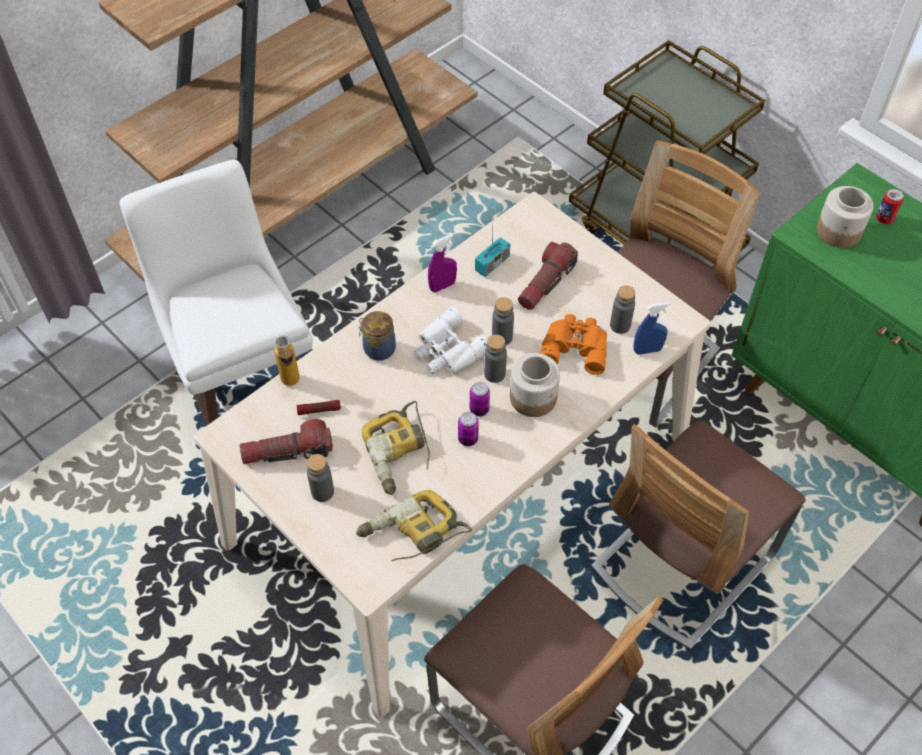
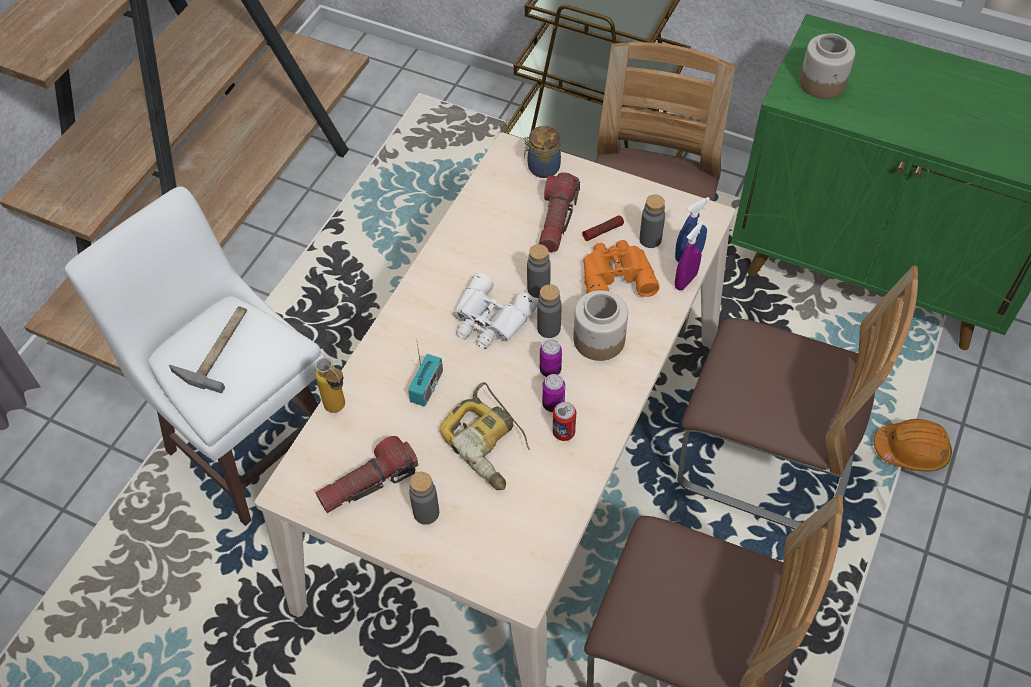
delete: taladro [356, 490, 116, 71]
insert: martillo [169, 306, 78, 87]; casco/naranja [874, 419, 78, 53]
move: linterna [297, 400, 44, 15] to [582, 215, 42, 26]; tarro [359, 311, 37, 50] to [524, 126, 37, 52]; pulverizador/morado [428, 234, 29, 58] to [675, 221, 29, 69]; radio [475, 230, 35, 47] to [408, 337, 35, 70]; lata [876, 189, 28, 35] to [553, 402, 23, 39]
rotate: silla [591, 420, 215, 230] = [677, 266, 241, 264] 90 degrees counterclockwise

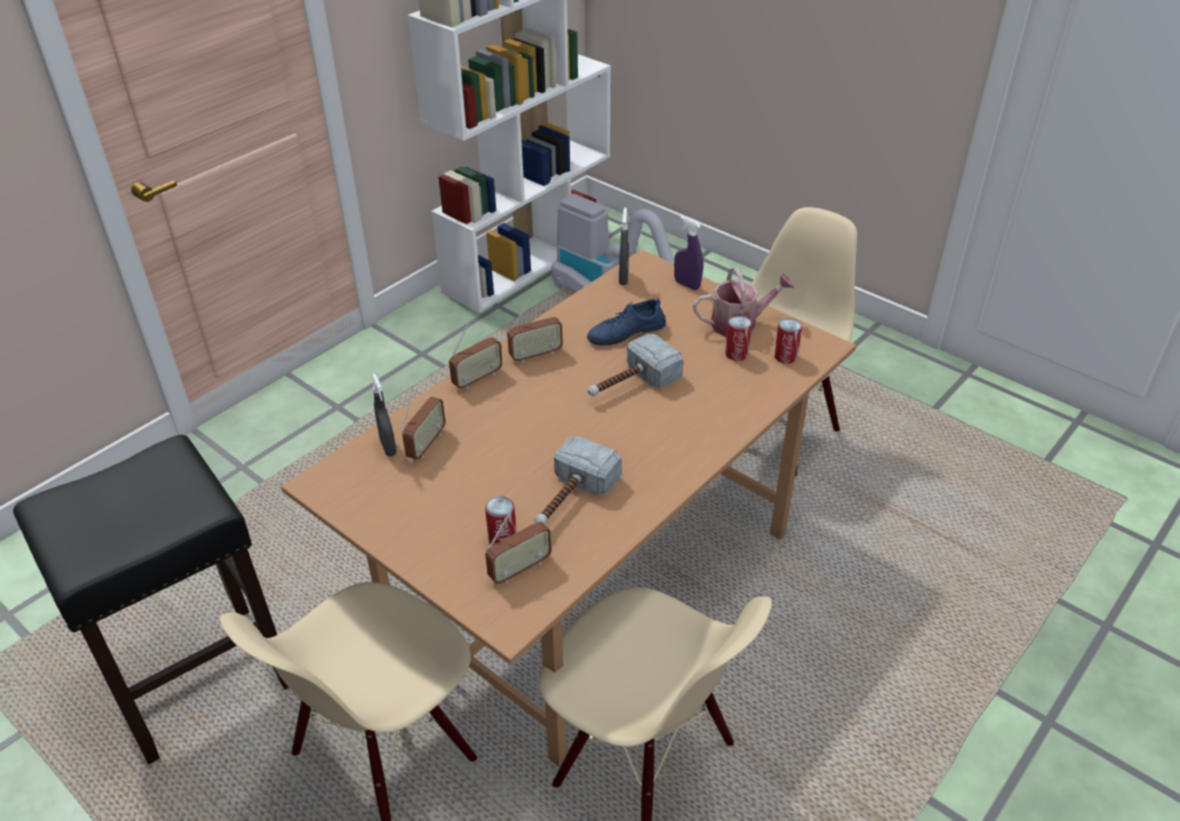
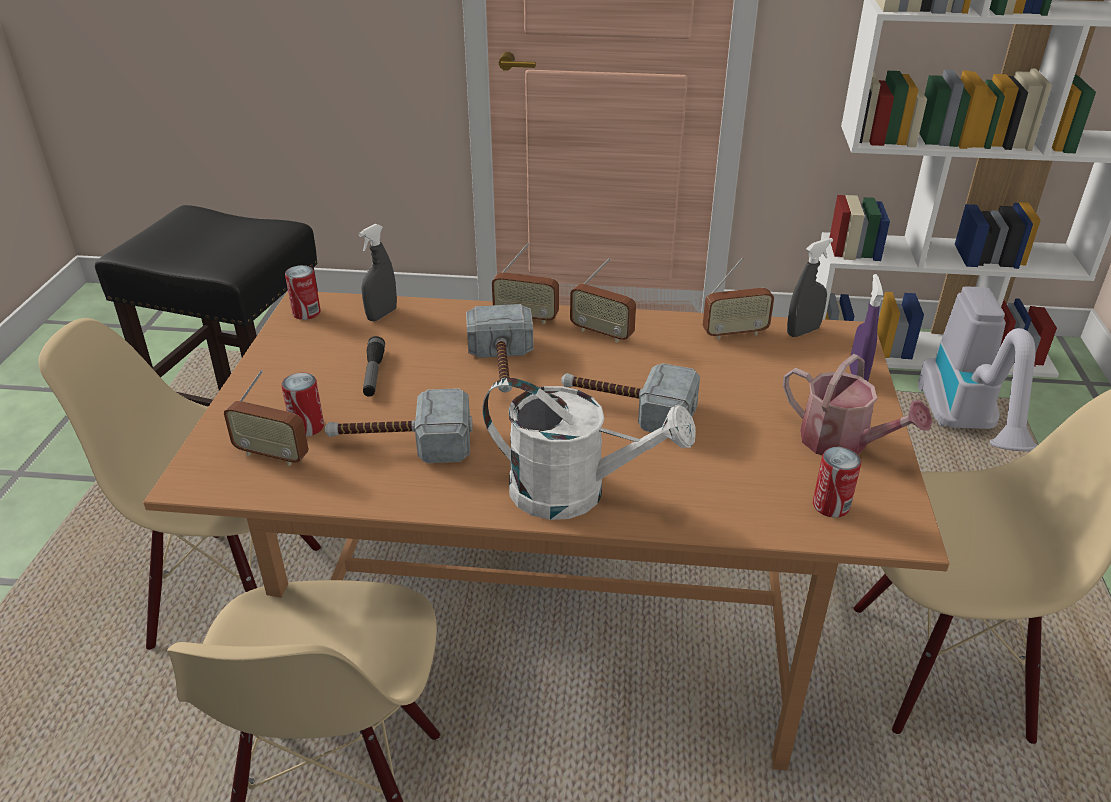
delete: zapato/azul [587, 298, 79, 47]
insert: linterna [363, 336, 22, 61]; martillo [466, 304, 68, 88]; regadera/blanco [482, 378, 214, 142]
move: radio [401, 386, 44, 74] to [703, 257, 71, 83]; lata [725, 316, 27, 45] to [285, 265, 36, 55]

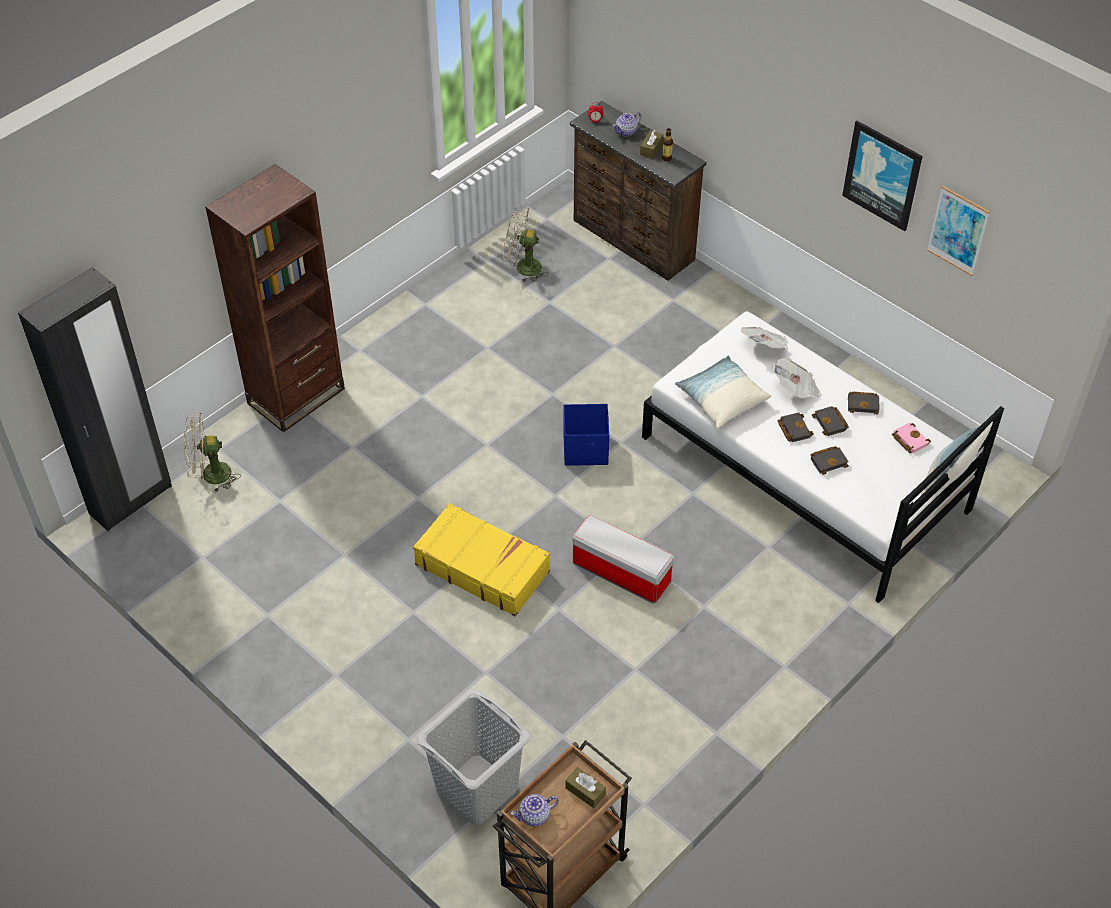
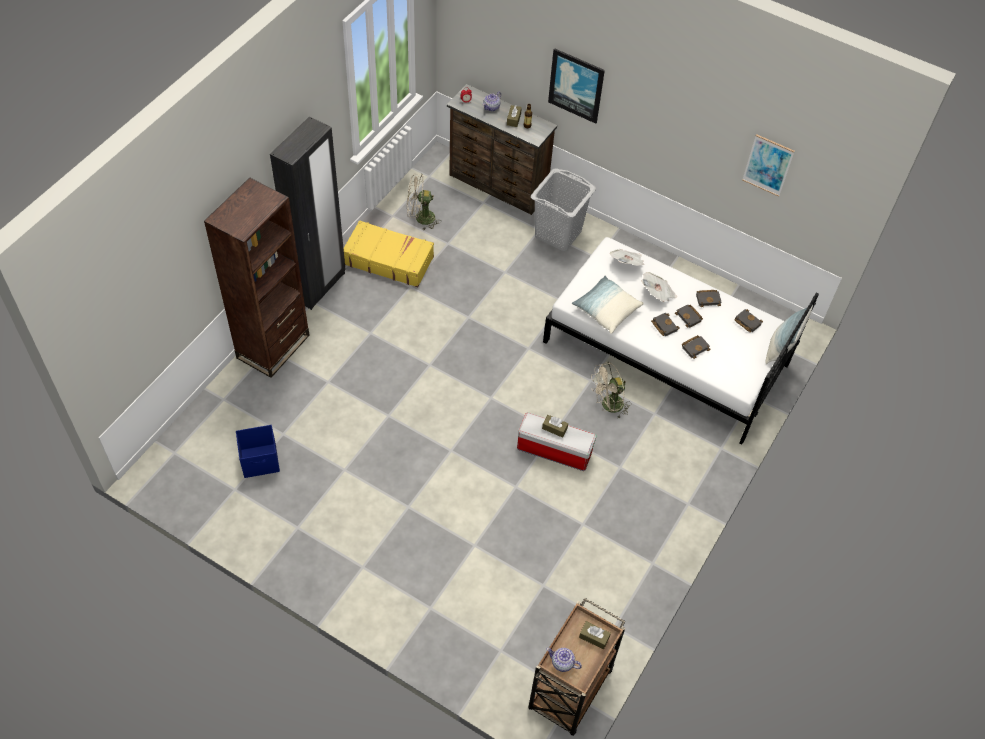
insert: caja de pañuelos/marrón [542, 415, 26, 23]
move: armario ropero/negro [18, 267, 154, 264] to [270, 116, 76, 194]; ventilador/beis [184, 413, 57, 80] to [591, 362, 40, 56]; maleta/amarillo [413, 503, 137, 113] to [344, 220, 90, 67]; cesto de la ropa/gris [416, 689, 115, 136] to [531, 168, 65, 83]; caja de almacenaje/azul [563, 404, 46, 62] to [236, 425, 44, 53]; cuadro [842, 121, 81, 110] to [548, 48, 57, 76]
recolor: libro/rosa [892, 422, 39, 31] to libro/negro [734, 309, 29, 23]
rotate: tetera [510, 794, 49, 33] = [547, 648, 35, 24] 60 degrees clockwise

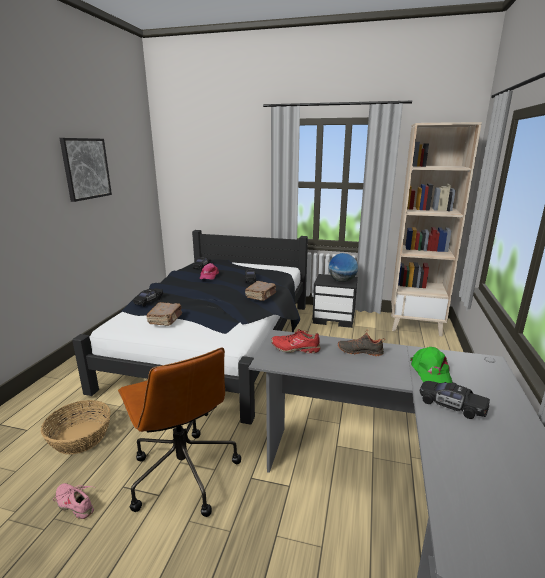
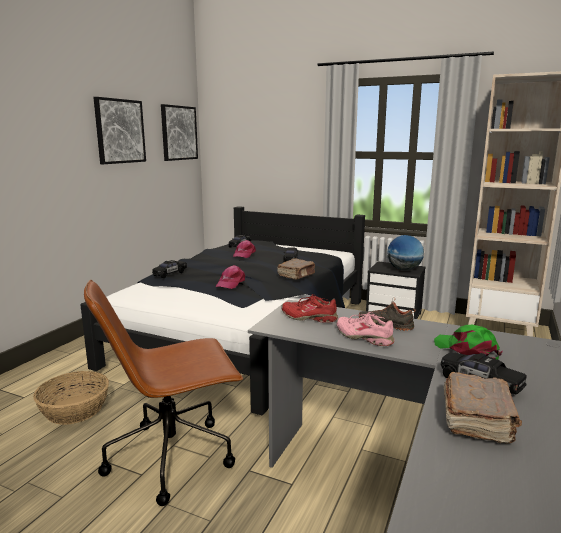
insert: cuadro [161, 104, 37, 57]; gorra/rosa [216, 265, 29, 24]
move: zapato/rosa [53, 483, 43, 36] to [337, 312, 58, 34]; libro/marrón [146, 302, 36, 24] to [443, 372, 79, 72]
rotate: silla de oficina/marrón [118, 348, 123, 169] = [84, 280, 159, 226] 90 degrees clockwise; gorra/verde [410, 347, 42, 36] = [434, 325, 69, 35] 135 degrees clockwise

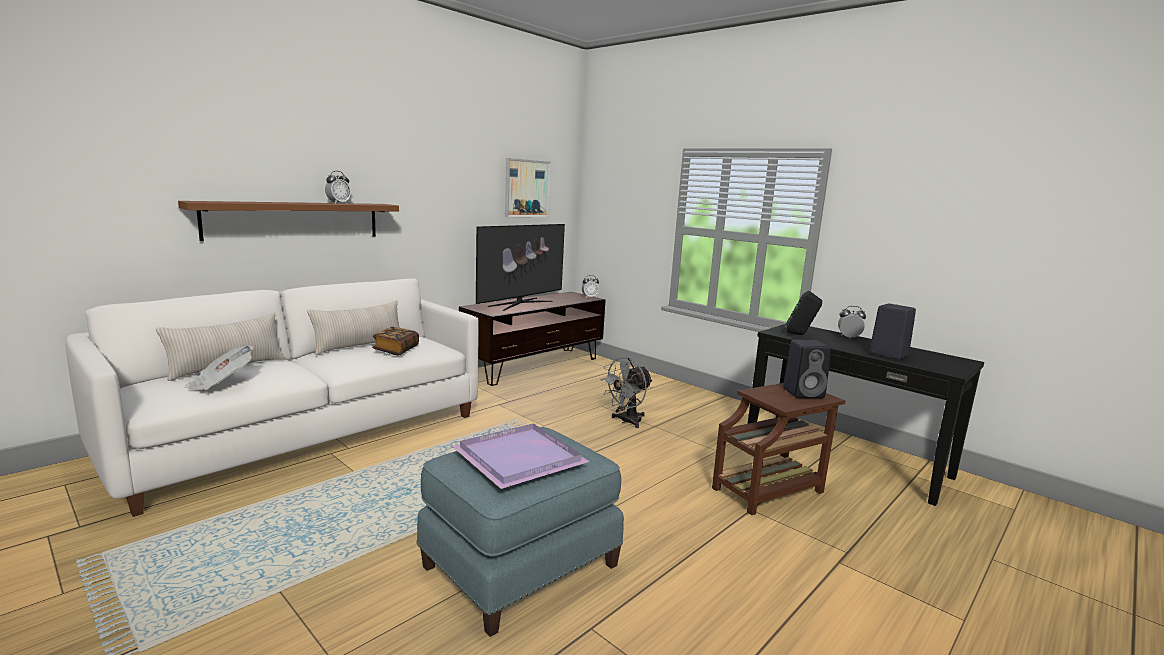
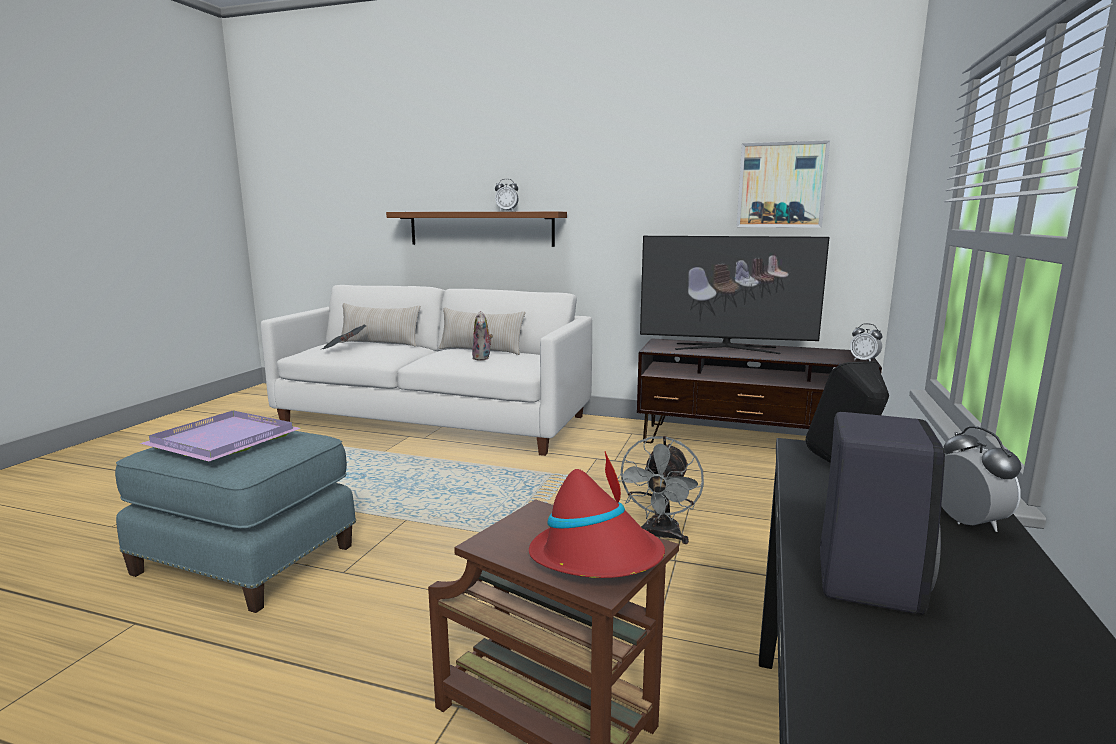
replace: libro [372, 327, 47, 28] to peluche [472, 311, 21, 50]; altavoz/negro [783, 340, 48, 58] to sombrero/rojo [529, 451, 136, 127]
rotate: ventilador/gris [600, 357, 53, 71] = [618, 436, 86, 108] 90 degrees counterclockwise

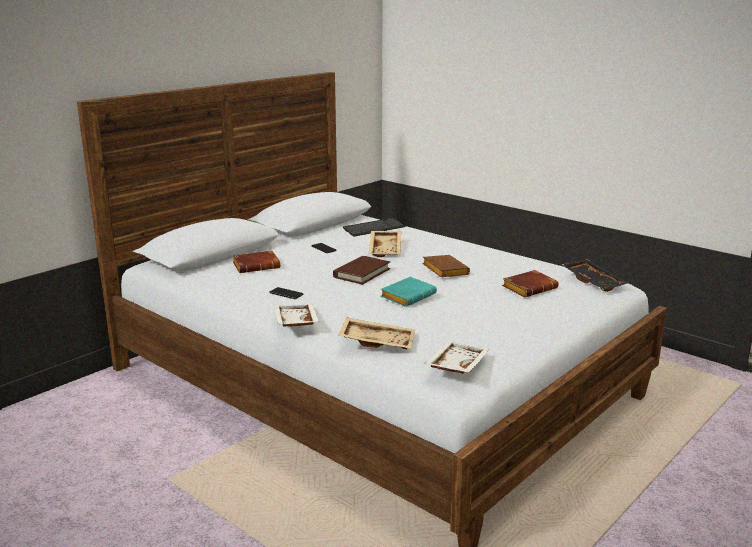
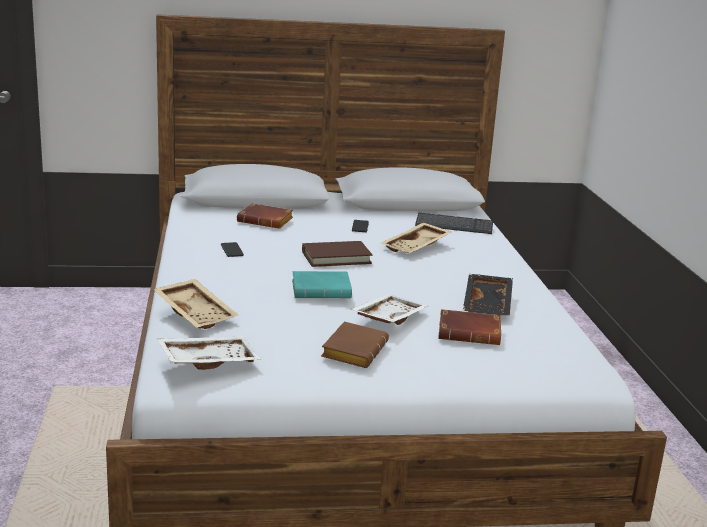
move: bandeja/blanco [274, 304, 45, 23] to [351, 294, 77, 31]; libro/marrón [422, 255, 48, 22] to [321, 321, 68, 47]; bandeja/negro [562, 258, 67, 34] to [463, 274, 50, 42]

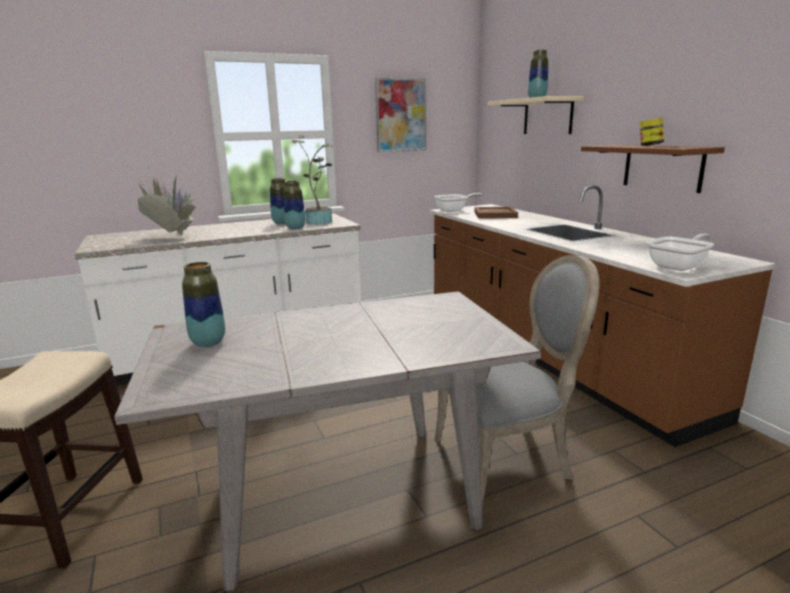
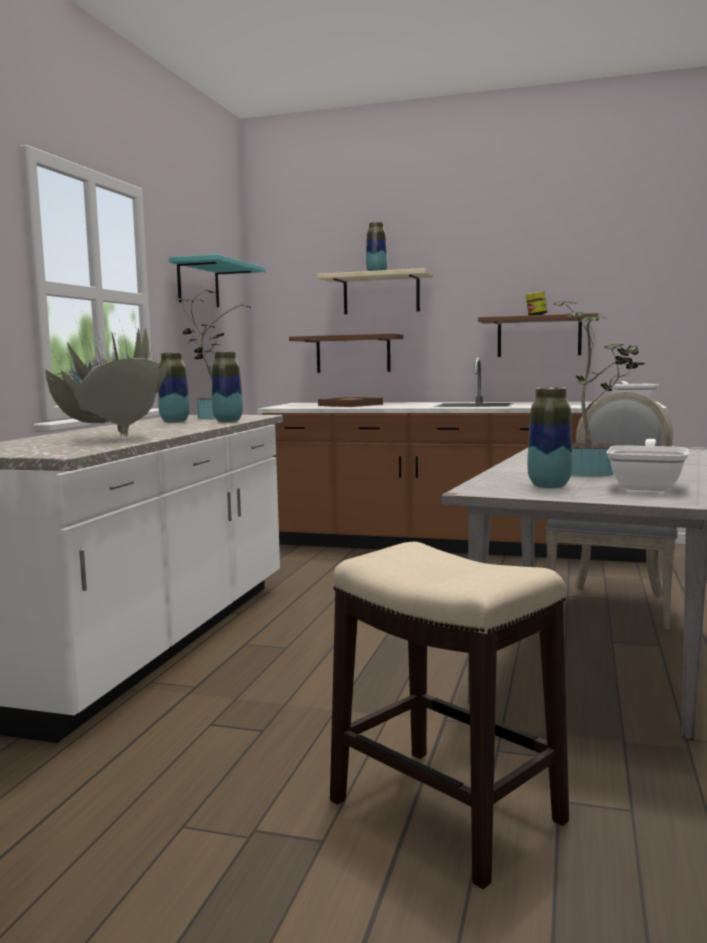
insert: estante/marrón [289, 334, 114, 39]; planta en maceta [553, 301, 92, 175]
move: sartén [434, 193, 49, 19] to [607, 439, 82, 52]
replace: cuadro [375, 78, 51, 74] to estante/turquesa [169, 254, 97, 53]

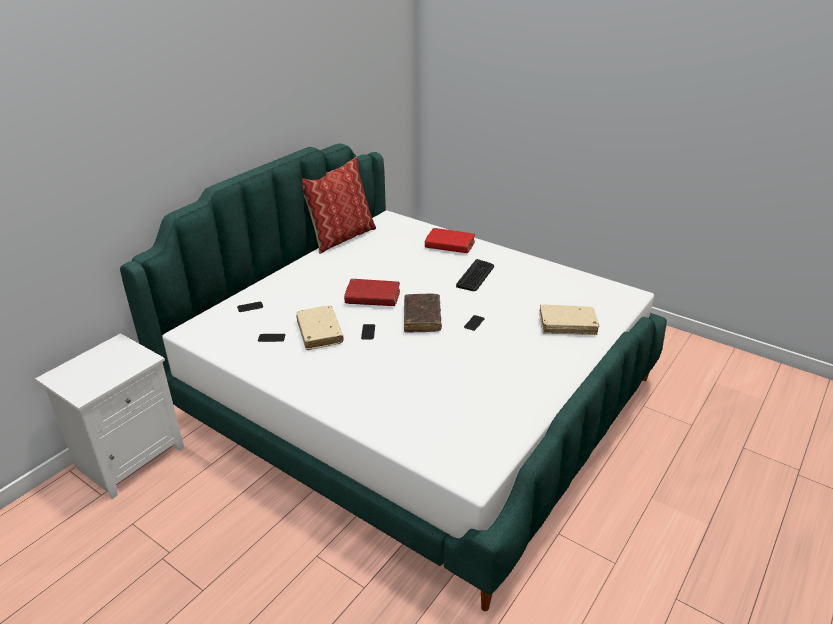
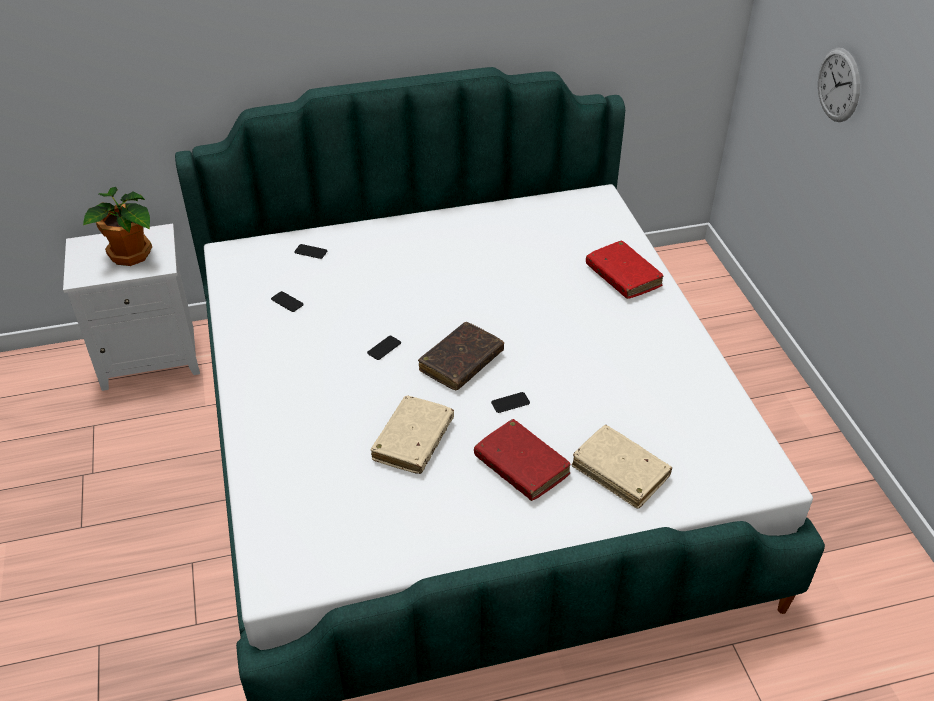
delete: cojín [302, 157, 74, 97]; teclado [456, 259, 38, 32]
insert: planta en maceta [83, 187, 69, 79]; reloj de pared [818, 48, 42, 74]
move: libro/beis [296, 306, 48, 44] to [371, 396, 83, 78]; libro/rojo [344, 279, 56, 27] to [474, 419, 97, 82]

